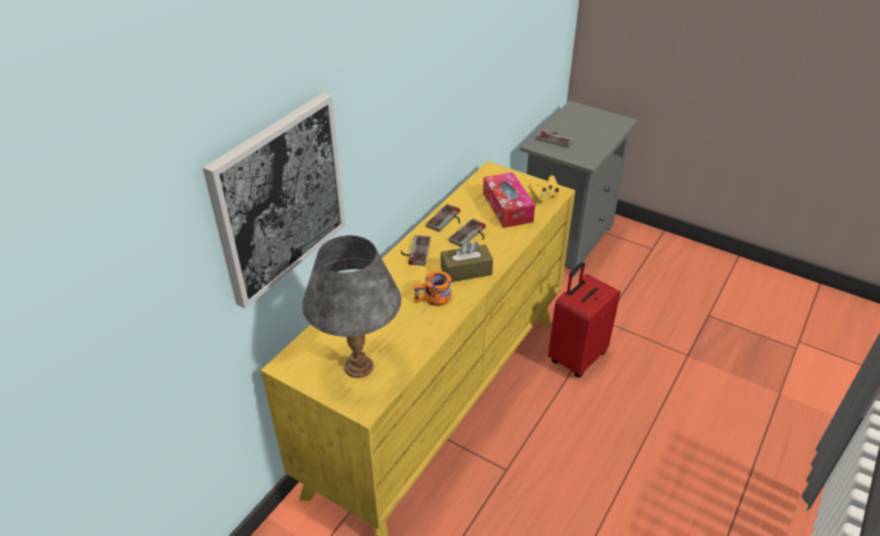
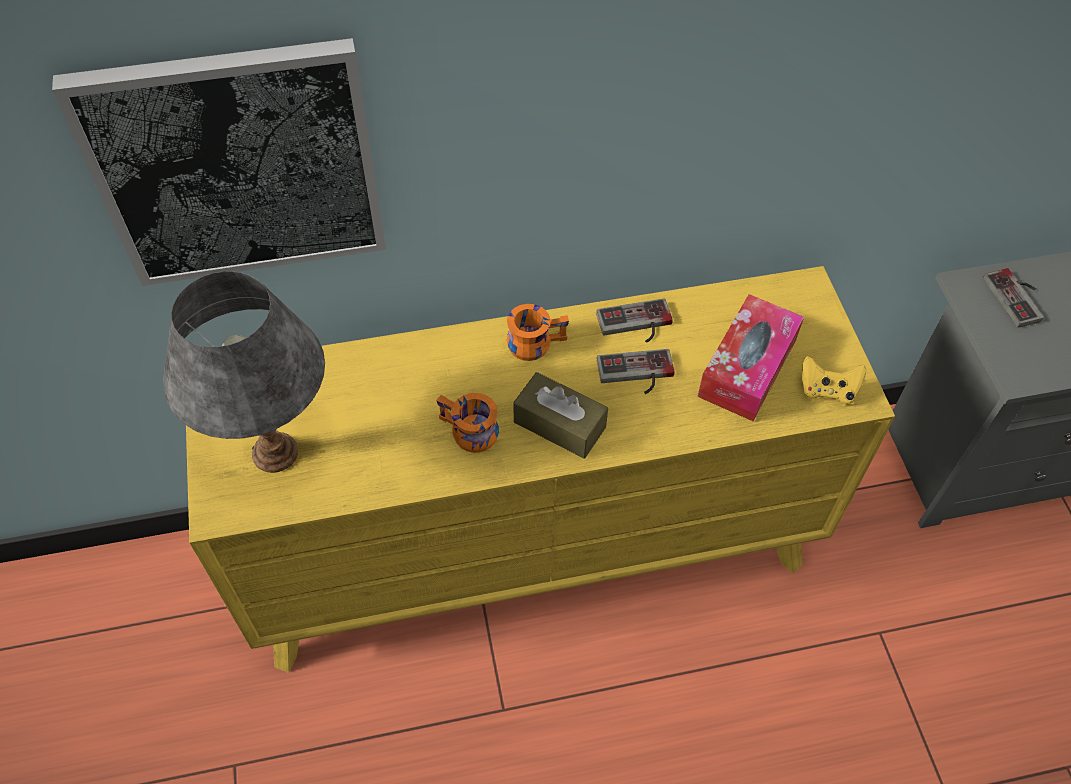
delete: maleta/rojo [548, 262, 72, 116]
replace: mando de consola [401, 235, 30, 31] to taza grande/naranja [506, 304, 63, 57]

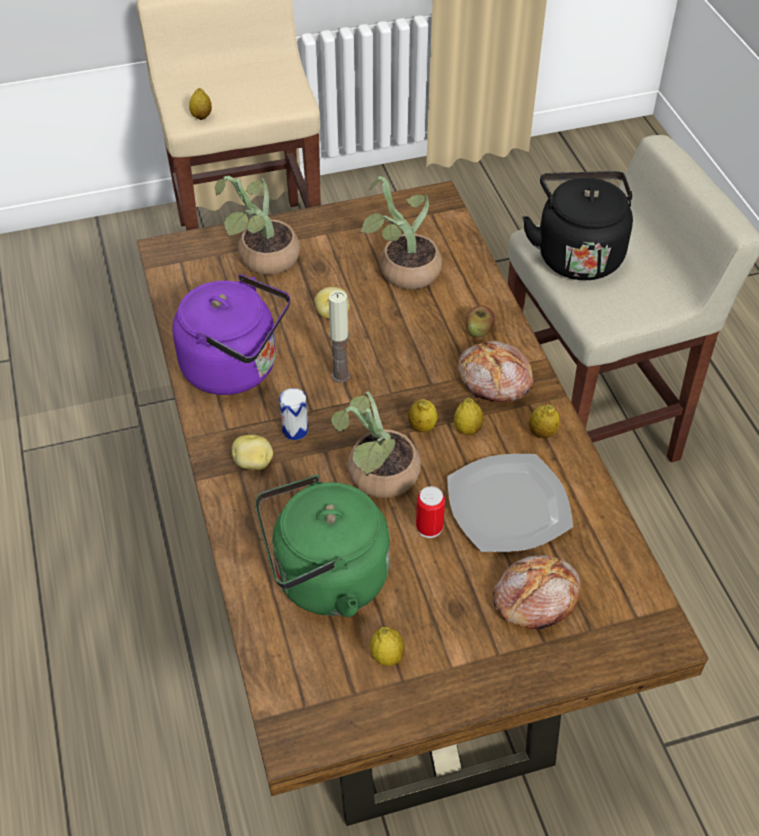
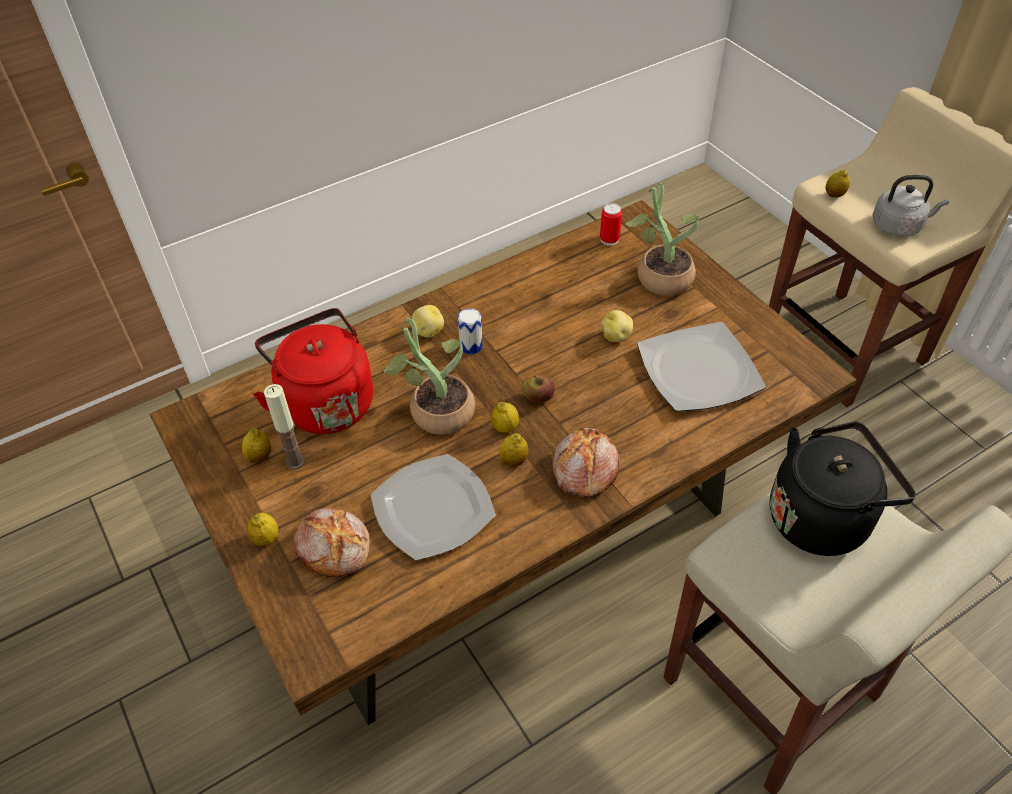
delete: hervidor/morado [172, 274, 118, 121]
insert: hervidor/gris [873, 175, 76, 61]
move: vela [329, 290, 21, 93] to [264, 384, 41, 85]; lata [416, 486, 29, 52] to [600, 203, 22, 43]; manzana [466, 305, 29, 32] to [523, 375, 32, 28]; limón [529, 405, 31, 33] to [247, 512, 31, 34]
replace: planta en maceta [358, 176, 84, 113] to plato [637, 322, 129, 90]
recolor: hervidor/verde [255, 475, 135, 142] to hervidor/rojo [253, 308, 120, 126]

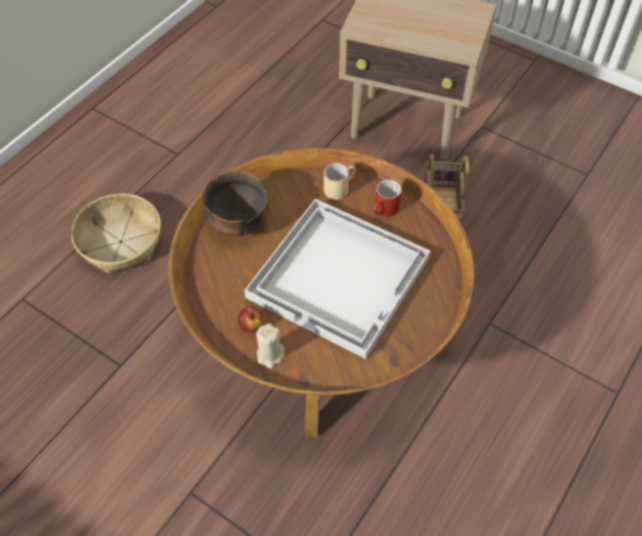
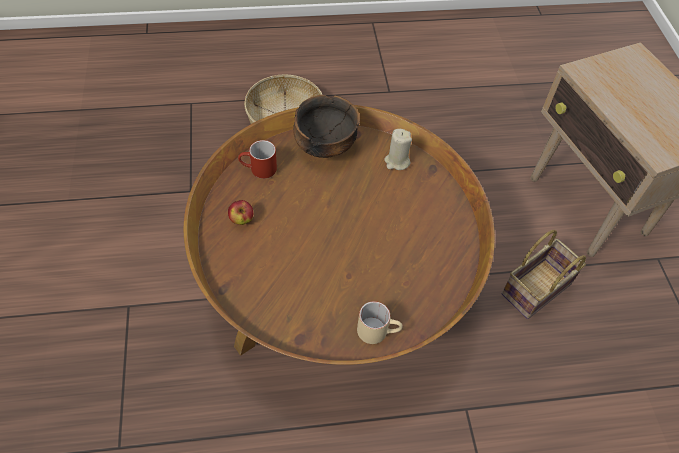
delete: bandeja/blanco [244, 199, 186, 160]
move: vela/beis [256, 323, 29, 46] to [384, 129, 28, 41]; taza grande/beis [324, 163, 31, 37] to [357, 301, 46, 43]; taza grande/rojo [374, 179, 28, 38] to [238, 140, 39, 39]

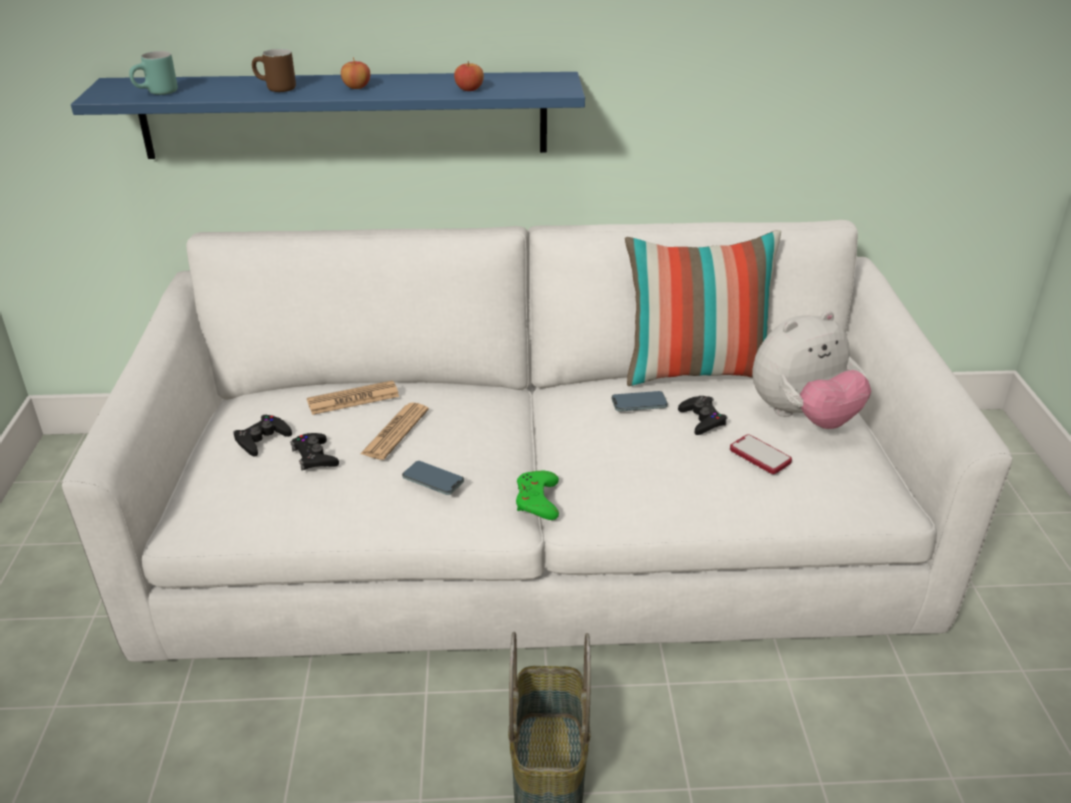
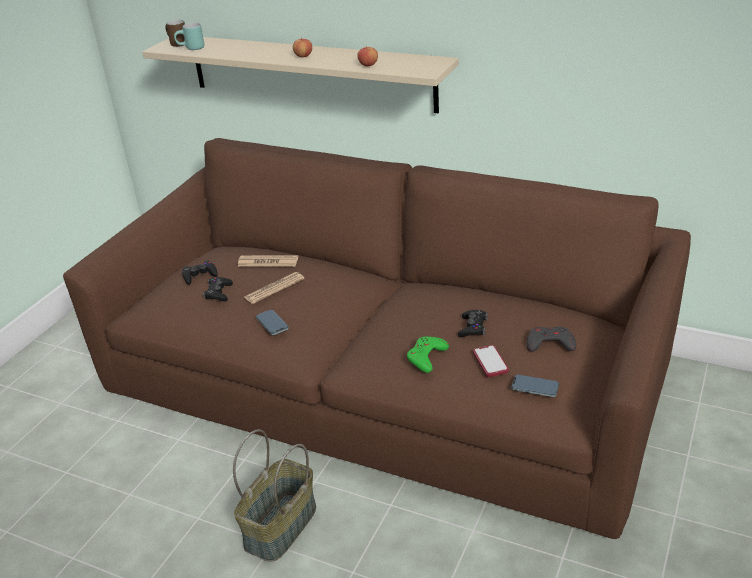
delete: cojín [625, 230, 156, 156]
move: taza grande/marrón [252, 49, 44, 43] to [165, 19, 20, 28]; mando de consola/verde [516, 471, 43, 49] to [407, 336, 42, 37]; móvil [612, 391, 56, 21] to [511, 375, 48, 22]
replace: peluche [752, 311, 119, 118] to mando de consola/gris [527, 327, 49, 25]
recolor: sofá/blanco [61, 220, 952, 442] to sofá/marrón [63, 138, 628, 401]; estante/azul [71, 72, 514, 87] to estante/beis [142, 37, 317, 76]

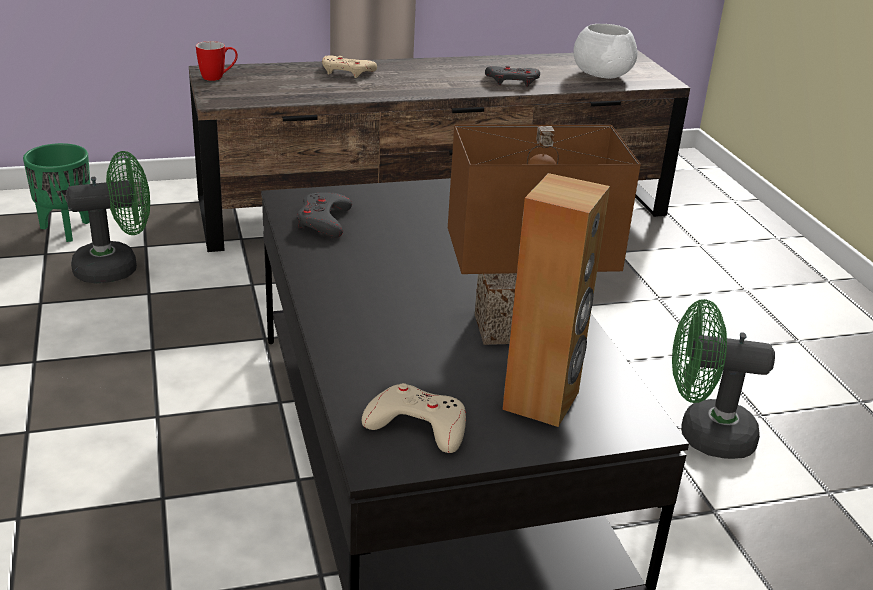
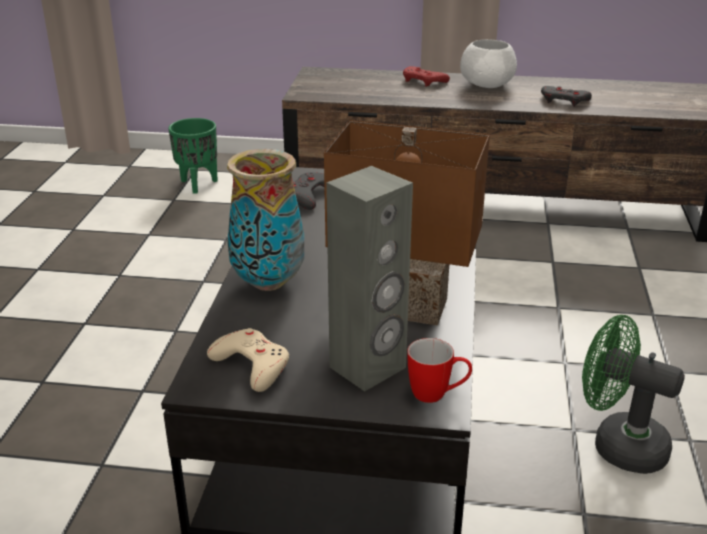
delete: ventilador/verde [66, 151, 84, 133]
insert: florero [227, 149, 77, 142]
move: taza grande [196, 41, 42, 40] to [407, 338, 65, 65]; cuenco/blanco [574, 24, 64, 55] to [460, 39, 57, 49]
recolor: mando de consola/beis [322, 55, 55, 23] to mando de consola/rojo [403, 66, 47, 21]; altavoz/marrón [502, 173, 108, 254] to altavoz/gris [326, 166, 87, 226]

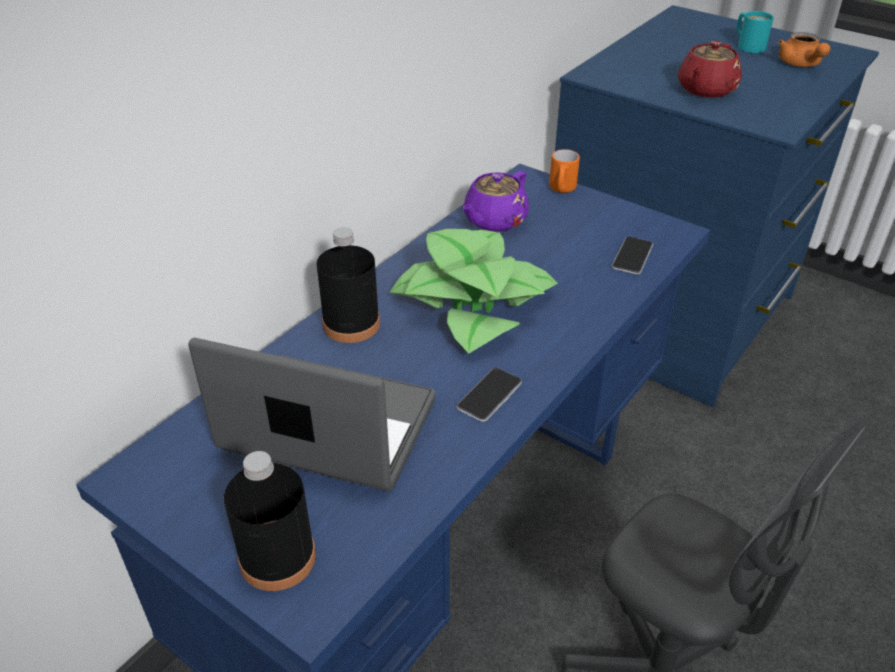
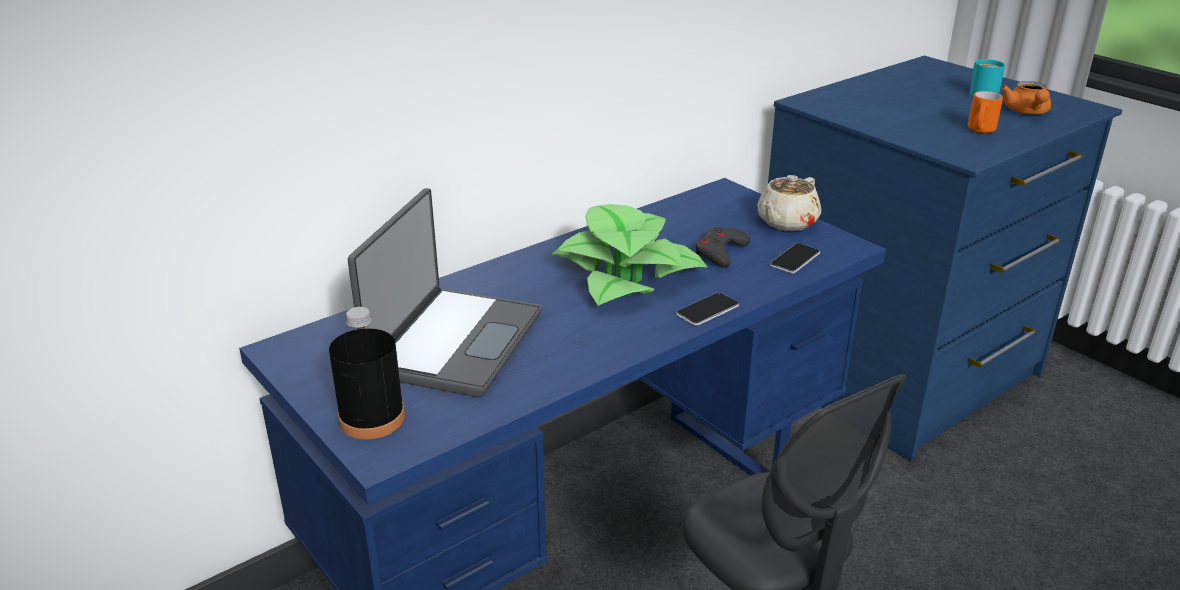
delete: botella/negro [317, 227, 63, 116]; tetera/morado [462, 171, 67, 61]; tetera/rojo [678, 41, 64, 57]
insert: mando de consola/gris [695, 227, 56, 41]; tetera/beis [757, 175, 64, 56]
move: móvil [456, 368, 66, 54] to [676, 292, 63, 34]; taza grande/naranja [549, 149, 31, 44] to [968, 91, 35, 42]
rotate: portátil [188, 338, 247, 153] = [348, 188, 194, 209] 75 degrees clockwise

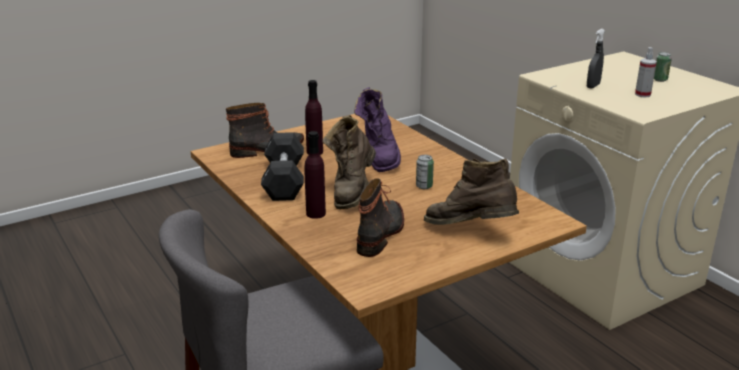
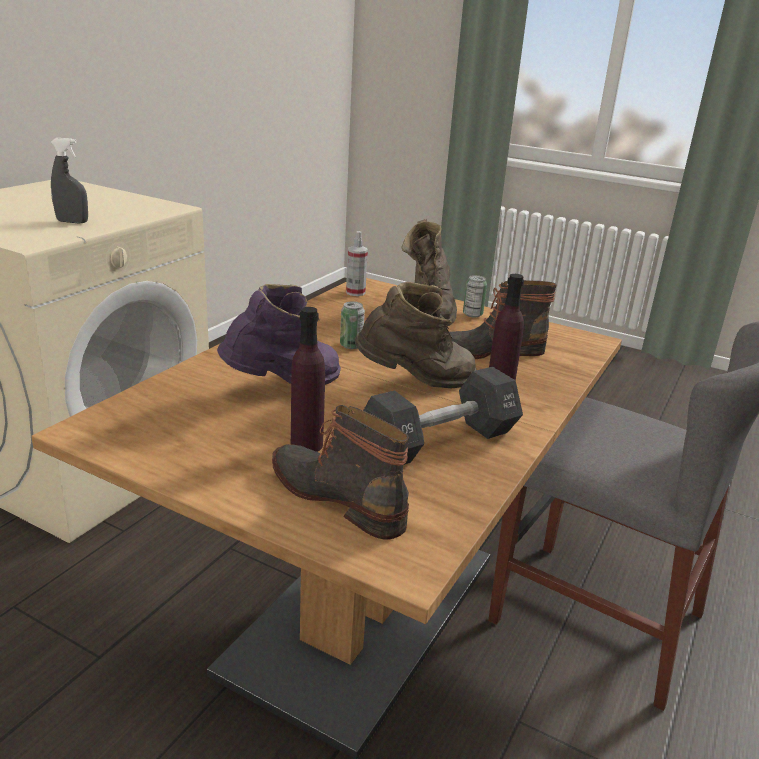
move: pulverizador [635, 47, 22, 51] to [346, 231, 22, 65]; lata [654, 52, 18, 30] to [463, 275, 24, 43]

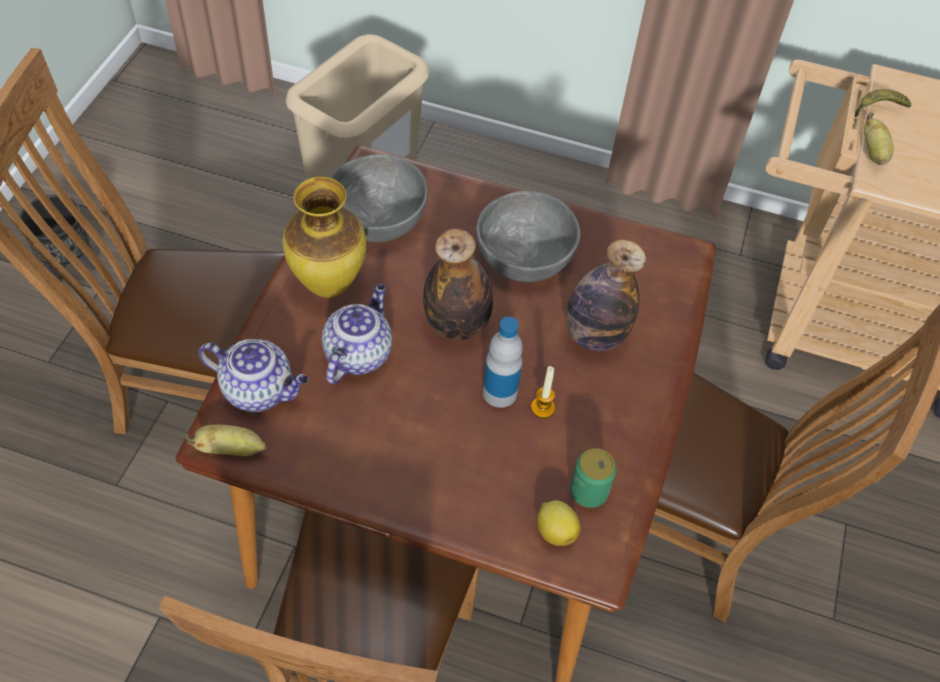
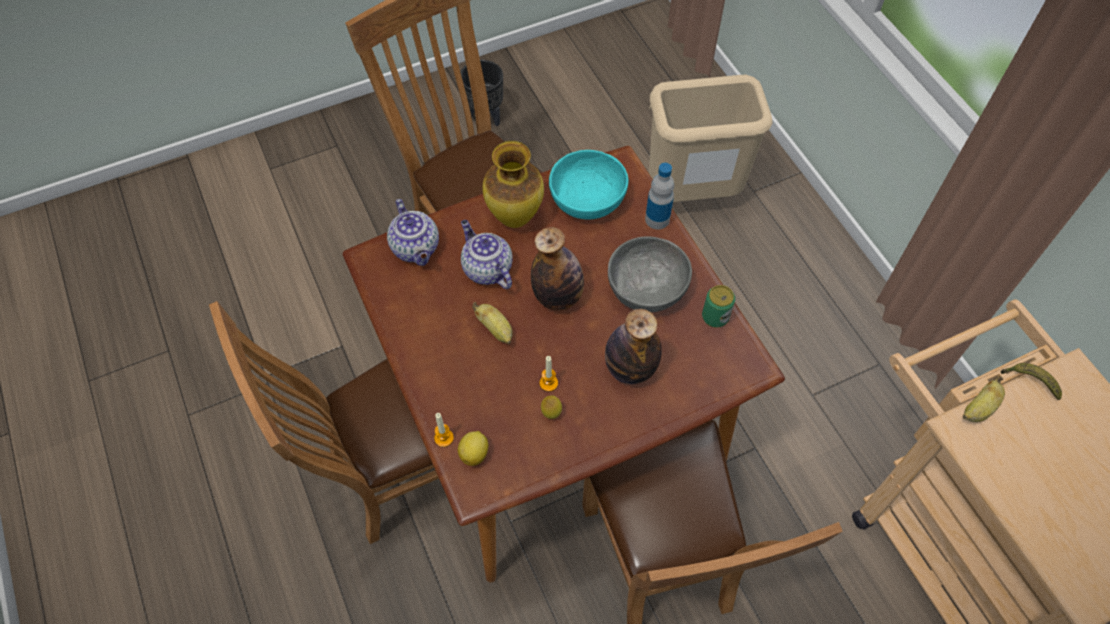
insert: vela [434, 413, 20, 34]; limón [541, 396, 21, 23]
move: plátano [186, 425, 80, 31] to [472, 302, 41, 42]; botella [483, 317, 40, 91] to [645, 163, 29, 67]; lata [570, 448, 47, 60] to [702, 285, 33, 43]
recolor: cuenco/gris [330, 154, 98, 88] to cuenco/turquesa [549, 150, 79, 70]
rotate: tetera [321, 284, 72, 100] = [461, 220, 52, 69] 105 degrees counterclockwise

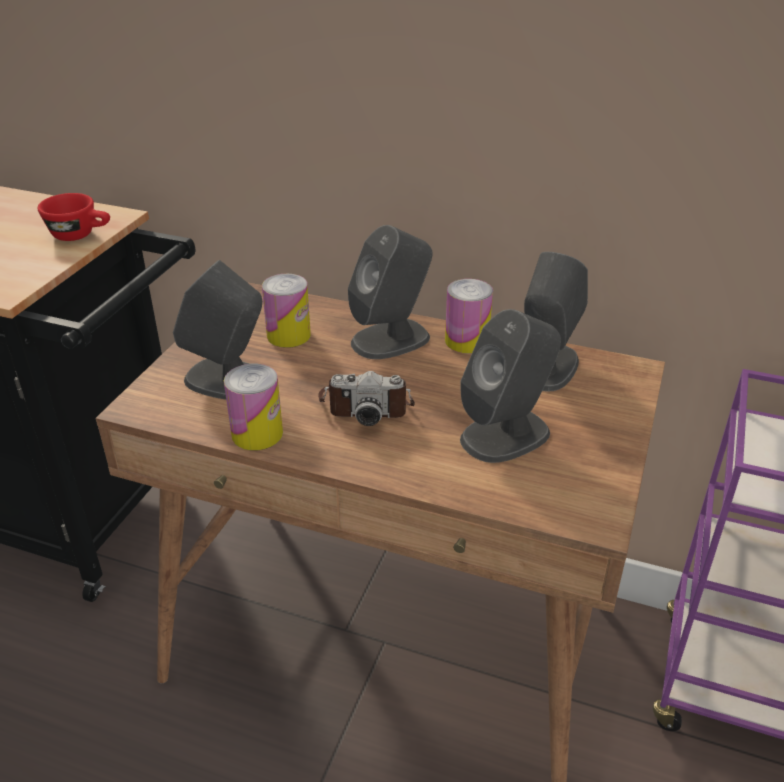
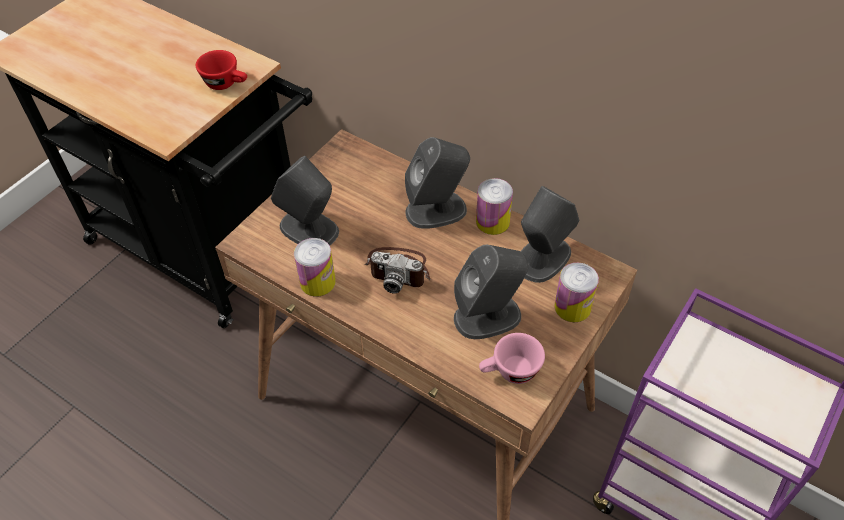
insert: taza/rosa [479, 333, 66, 51]
move: lata [262, 274, 49, 74] to [554, 263, 45, 59]

